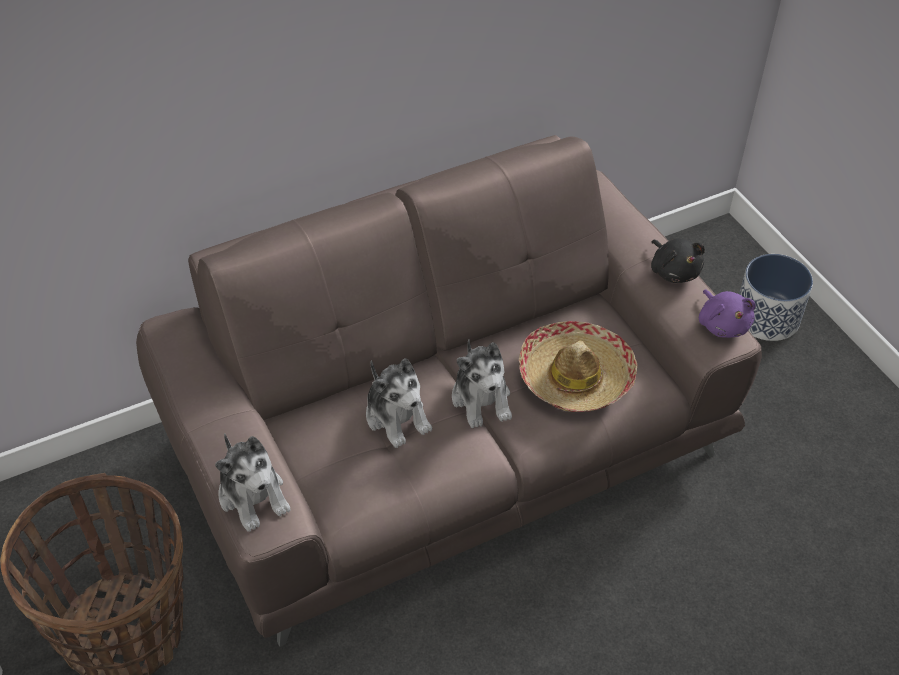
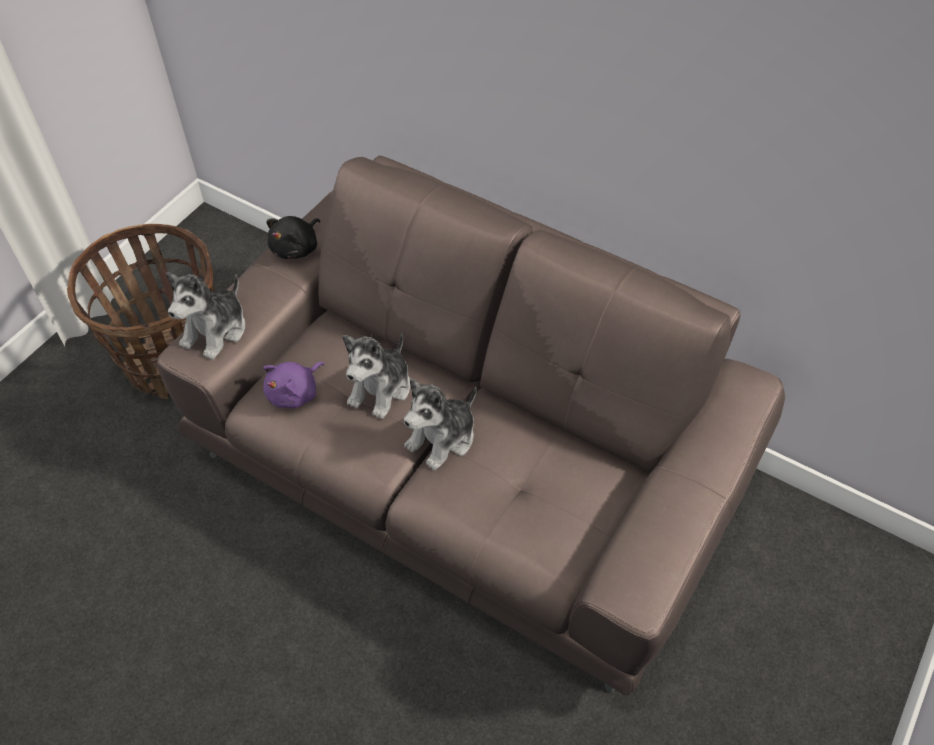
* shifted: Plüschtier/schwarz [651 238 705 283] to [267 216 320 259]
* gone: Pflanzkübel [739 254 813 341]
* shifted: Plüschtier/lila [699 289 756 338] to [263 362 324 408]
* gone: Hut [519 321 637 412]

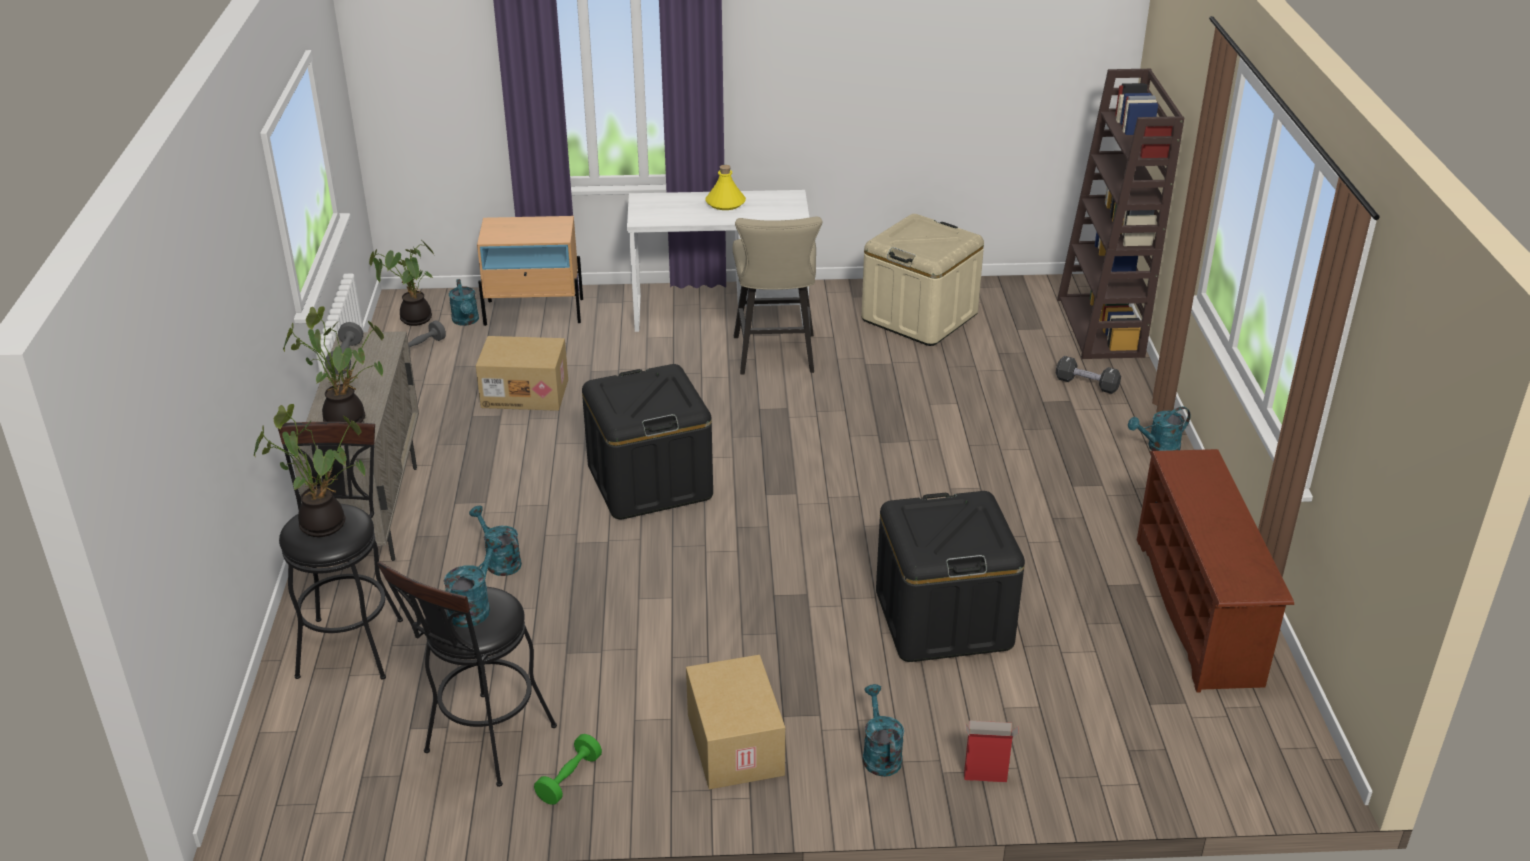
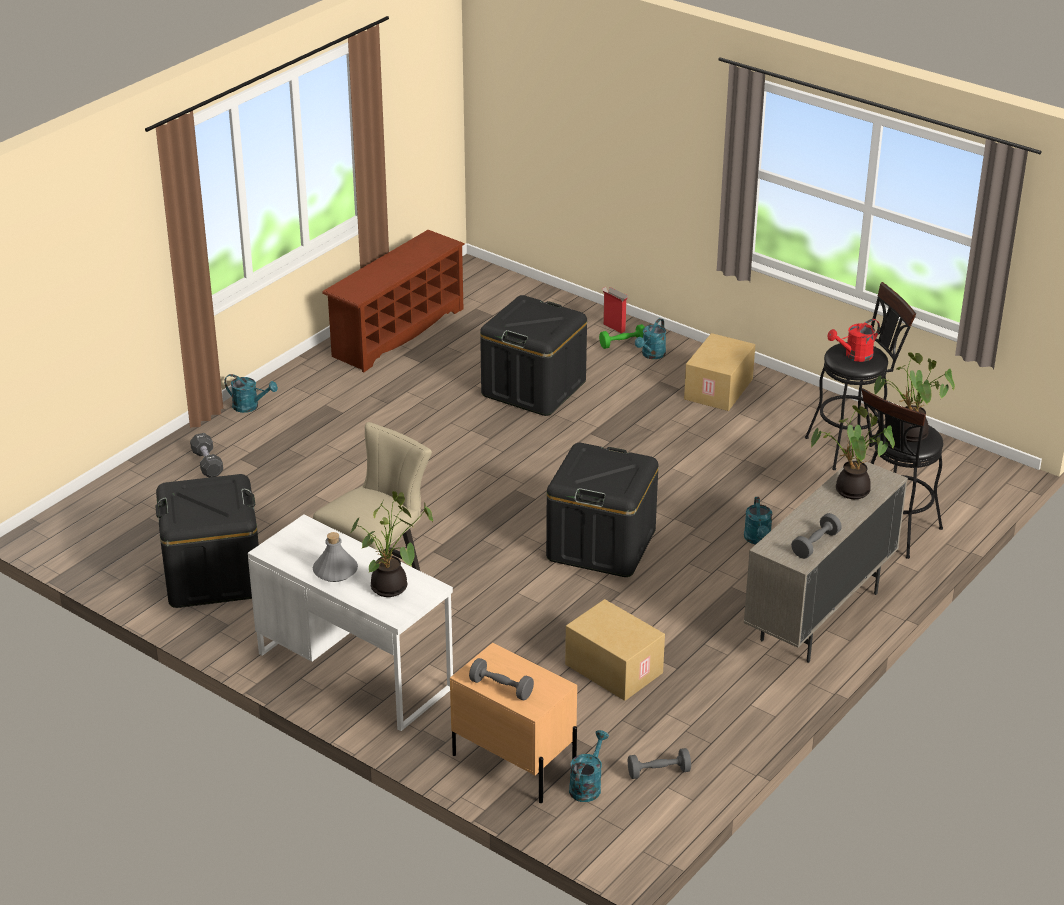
* gone: Bücherregal/braun [1057 69 1184 359]
* repainted: Flasche/gelb [705 165 746 210] to Flasche/grau [313 532 358 582]
* repainted: Aufbewahrungsbox/beige [862 214 984 346] to Aufbewahrungsbox/schwarz [156 474 259 608]
* shifted: Topfpflanze [369 240 434 326] to [350 491 433 597]
* repainted: Gießkanne/türkis [444 536 502 627] to Gießkanne/rot [827 319 880 362]
* shifted: Hantel/grün [534 734 602 805] to [599 324 645 349]
* new: Hantel/grau [469 658 534 700]

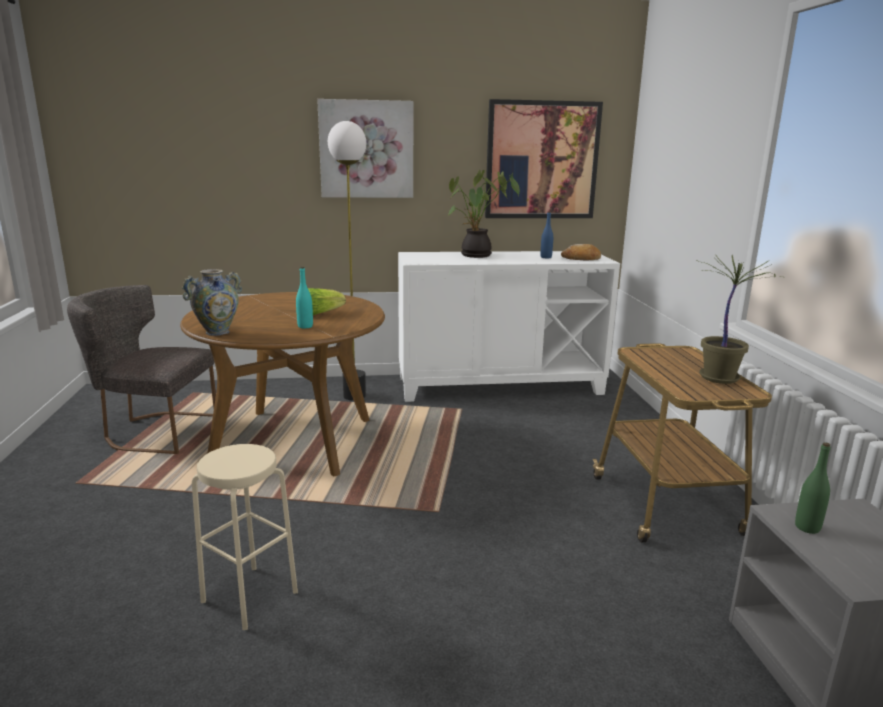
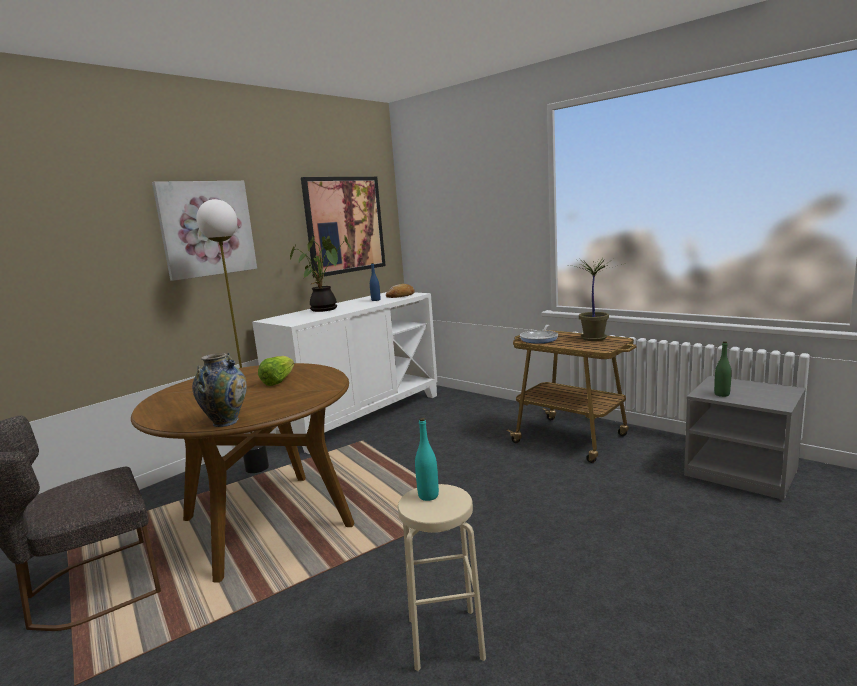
* shifted: Flasche/türkis [296 267 313 328] to [415 418 439 501]
* new: Pfanne [520 325 558 344]

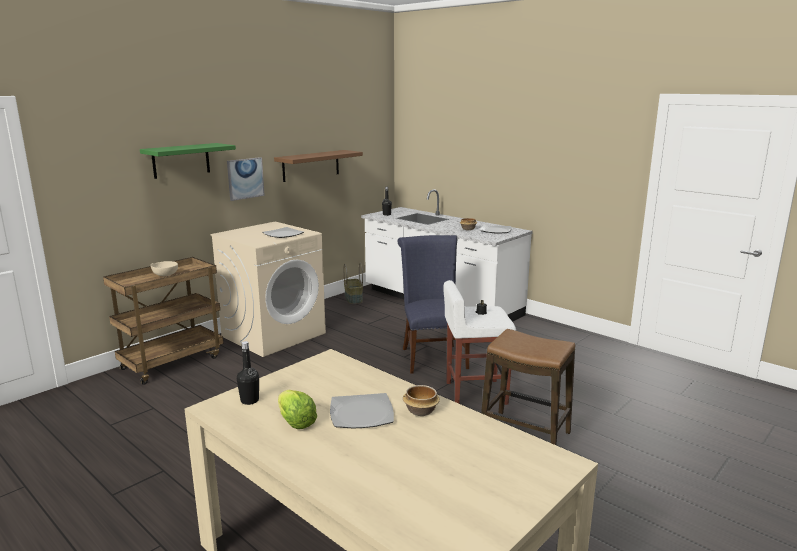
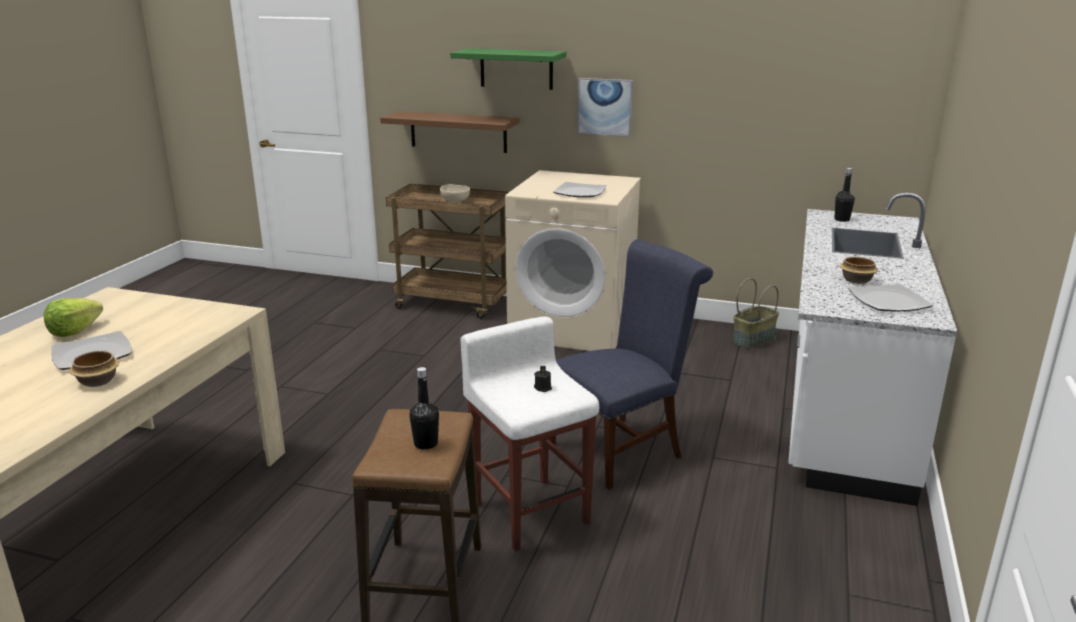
* shifted: Wandregal/braun [274 150 363 182] to [380 111 519 153]
* shifted: Flasche/schwarz [237 341 259 405] to [409 367 439 450]

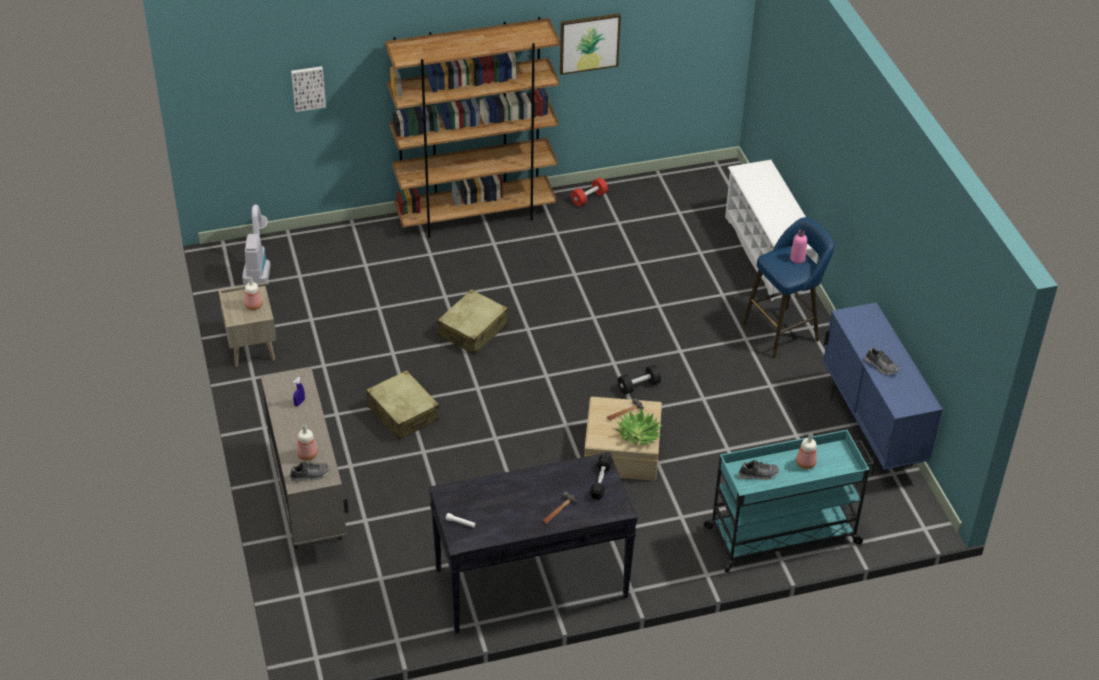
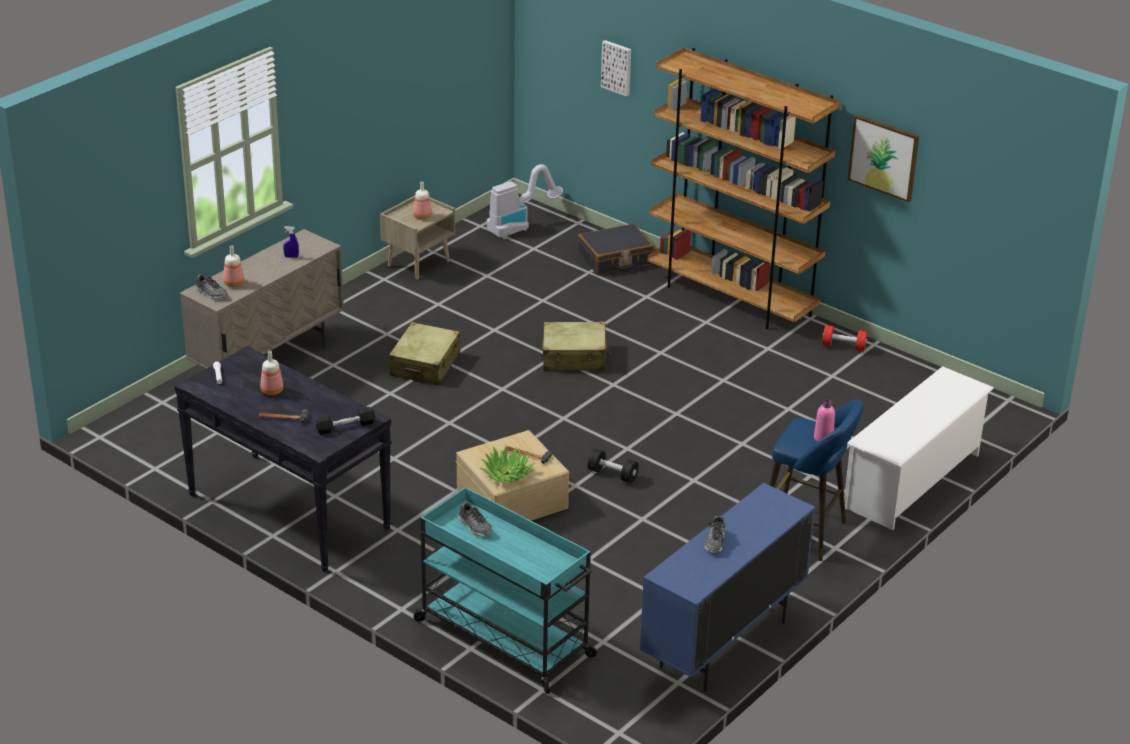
* shifted: Flasche [796 433 817 469] to [260 351 284 395]
* new: Koffer/schwarz [578 224 654 274]

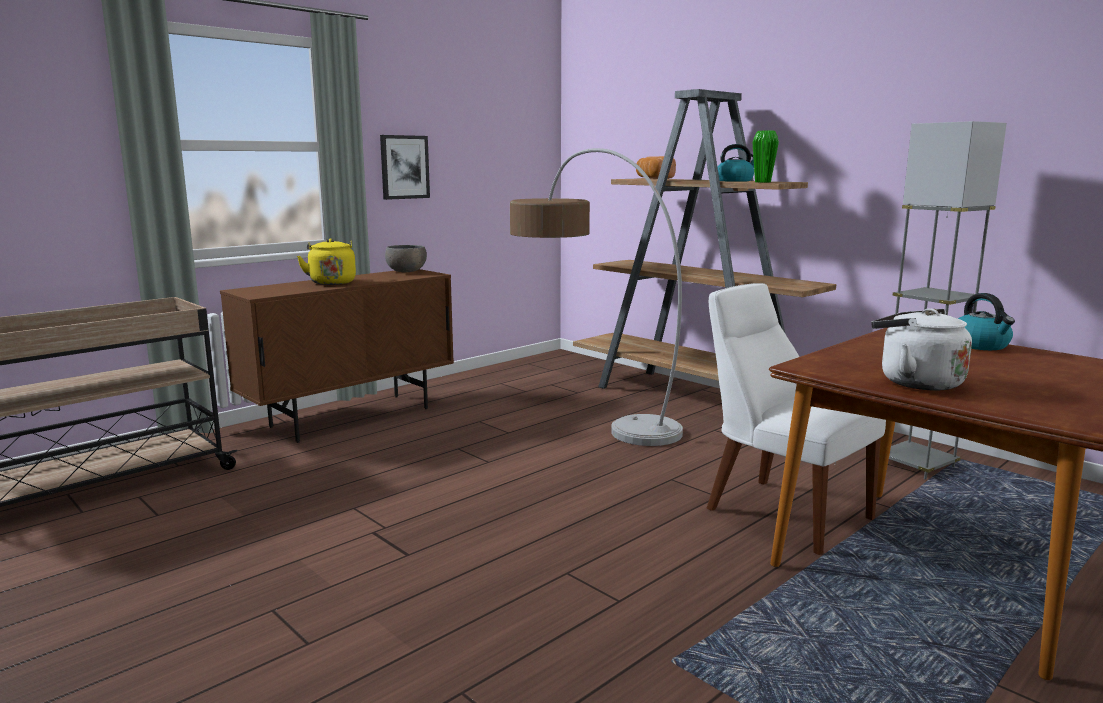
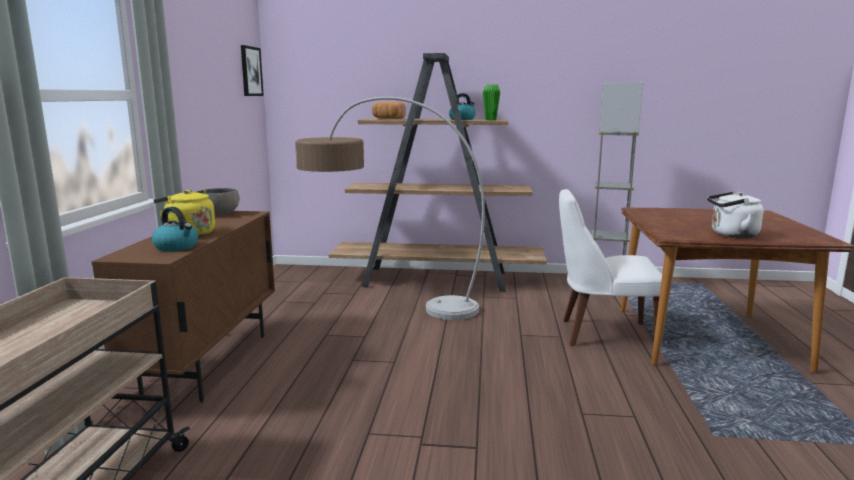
* shifted: Bild [380 135 430 200] to [241 45 264 96]
* shifted: Wasserkessel [958 293 1015 350] to [152 207 198 251]

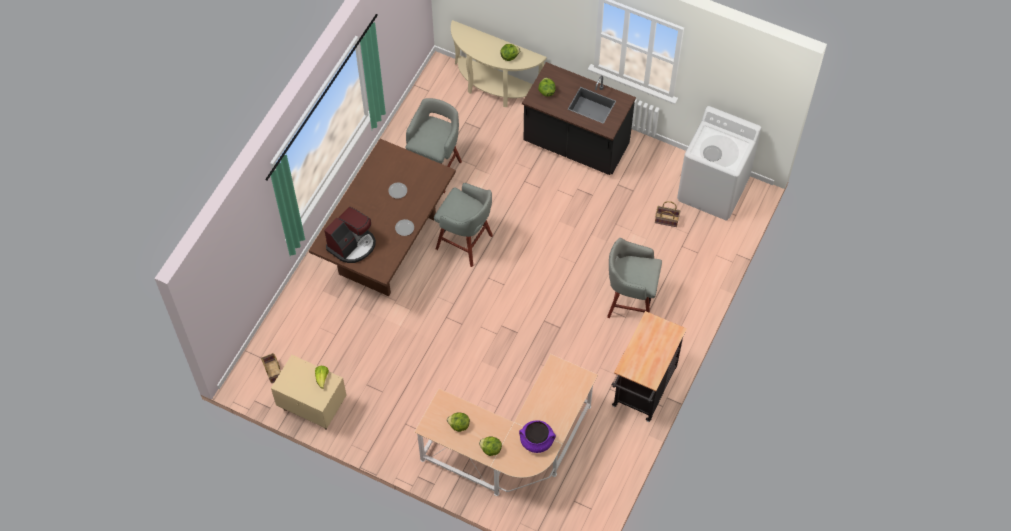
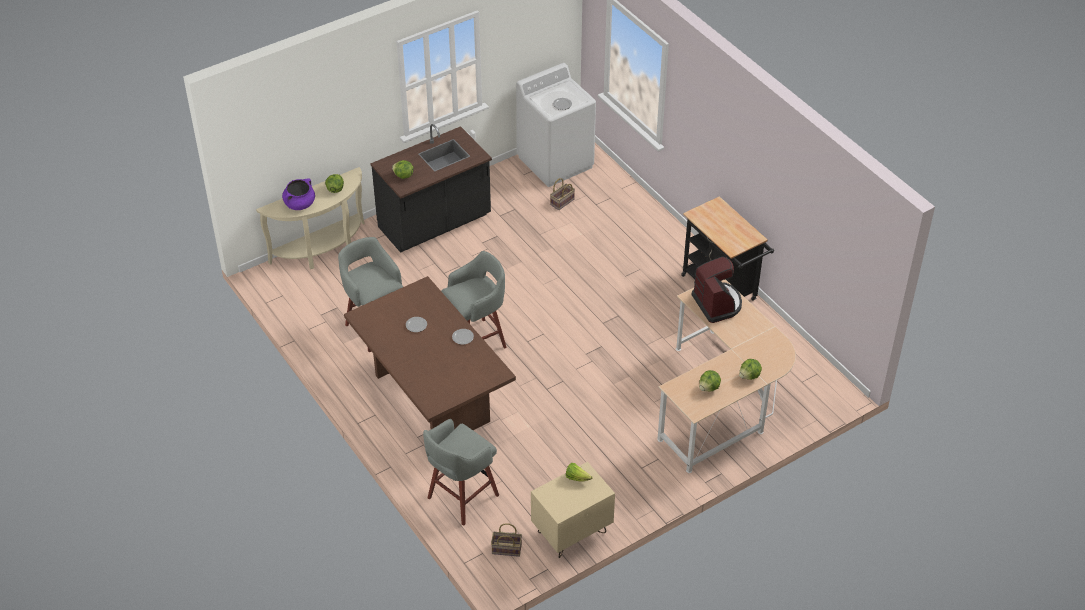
* shifted: Kaffeemaschine [324 207 376 263] to [692 256 742 323]
* shifted: Hocker/grau [607 238 662 318] to [423 419 499 526]
* shifted: Kochtopf/lila [519 420 556 453] to [282 178 315 210]

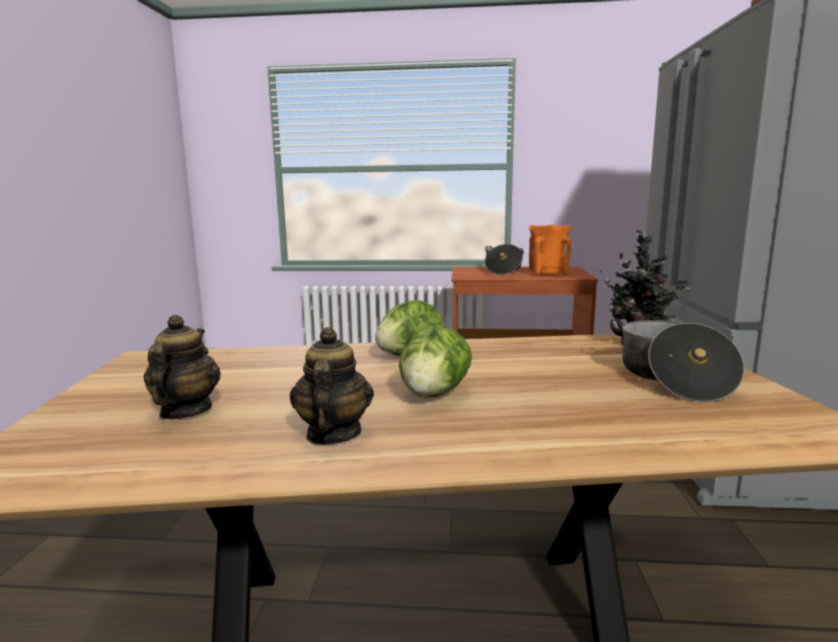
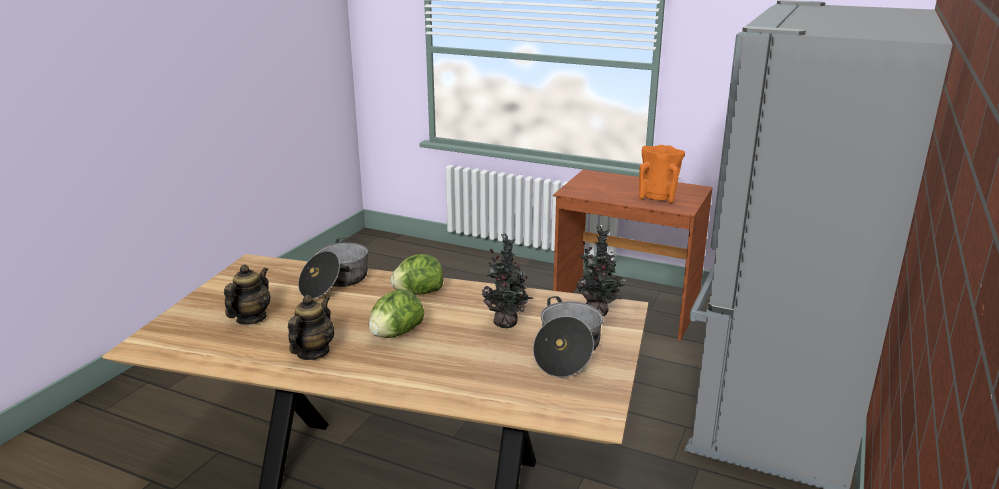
* shifted: Kochtopf [485 244 524 274] to [298 238 368 299]
* new: Topfpflanze [482 233 533 328]

